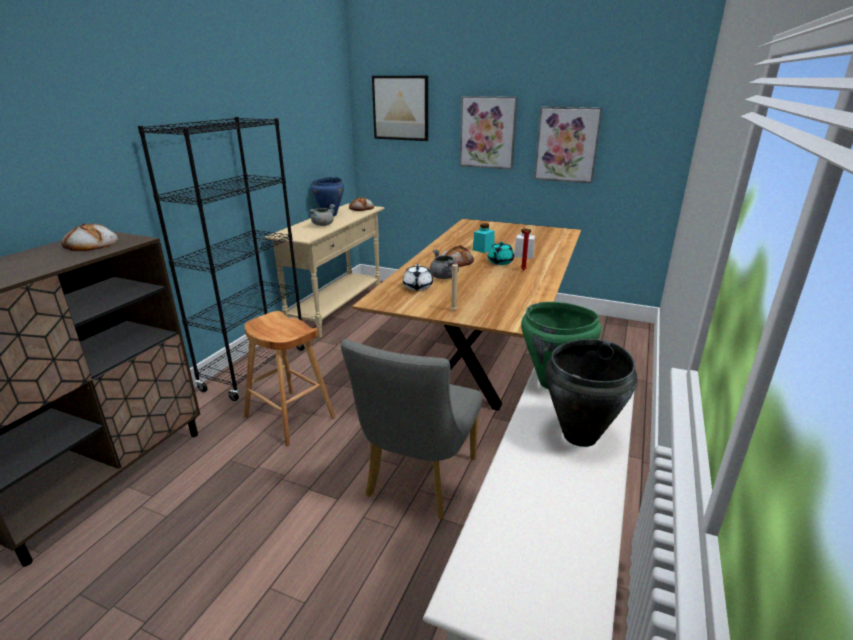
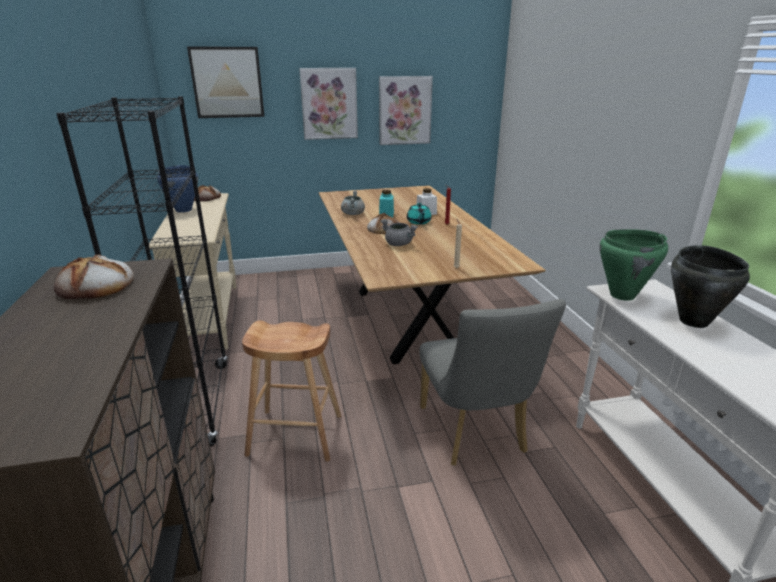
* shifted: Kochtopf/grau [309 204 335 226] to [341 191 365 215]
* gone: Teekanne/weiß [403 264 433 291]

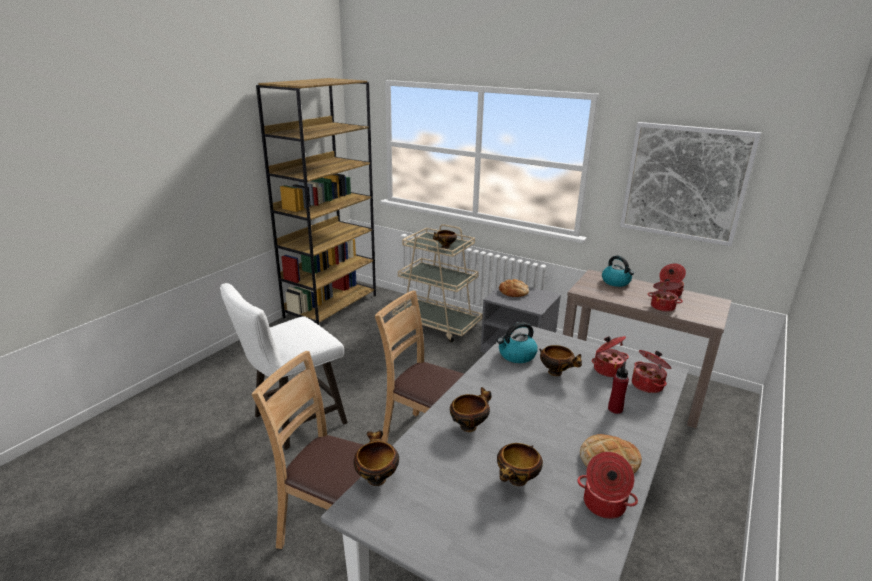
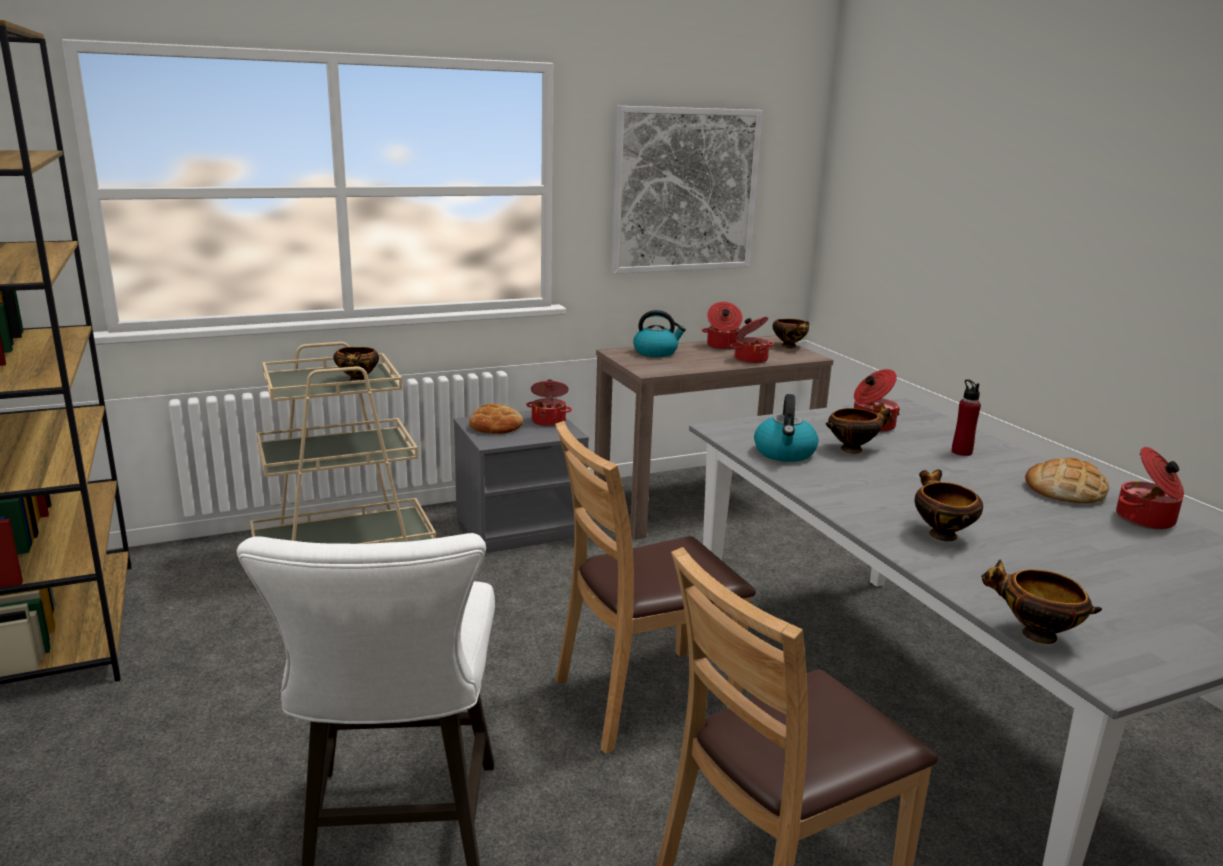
* shifted: Kochtopf [632 350 671 393] to [526 380 572 427]
* shifted: Schüssel [497 443 543 486] to [773 319 809 348]

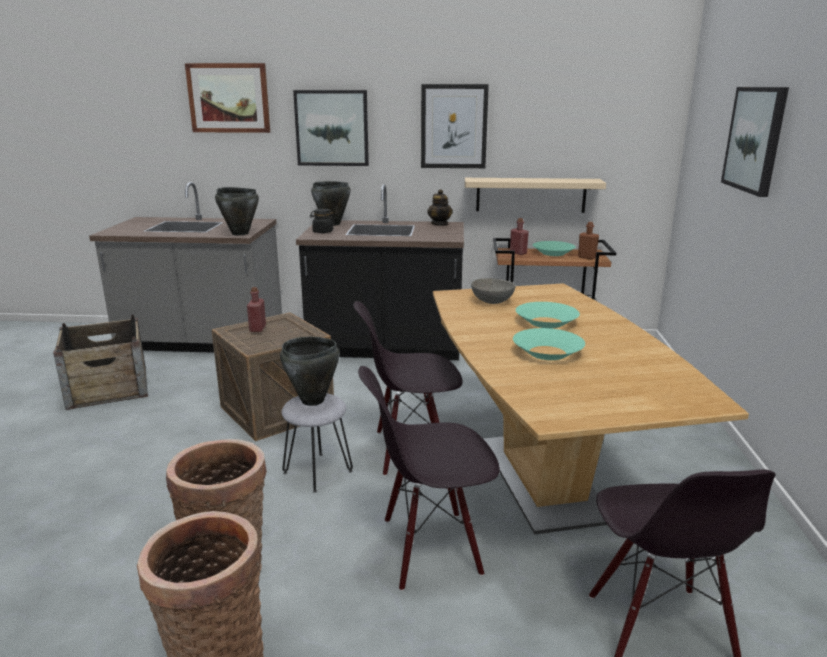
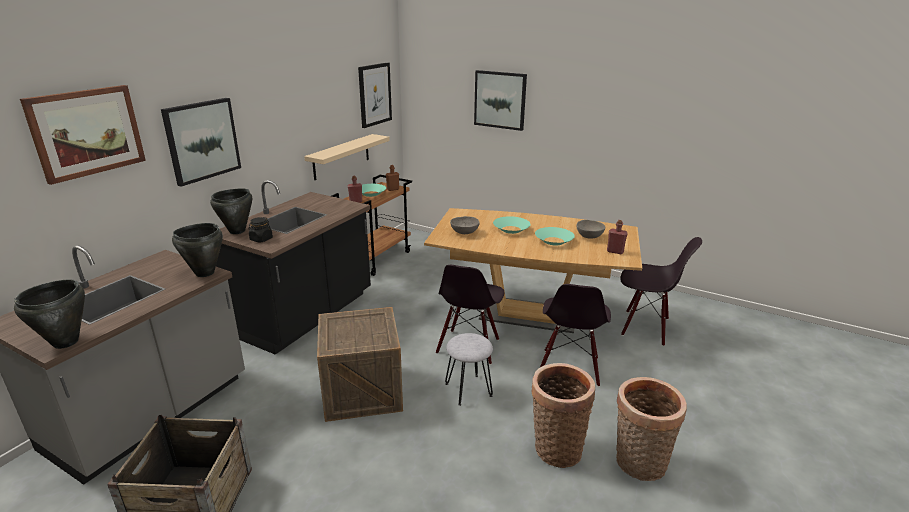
* shifted: Bild [421 84 489 168] to [358 62 392 128]
* gone: Teekanne [427 189 453 226]
* shifted: Flasche/rot [247 287 266 332] to [607 220 628 254]
* shifted: Kochtopf/schwarz [280 337 340 406] to [14 279 85 349]
* new: Schüssel/grau [576 220 605 239]

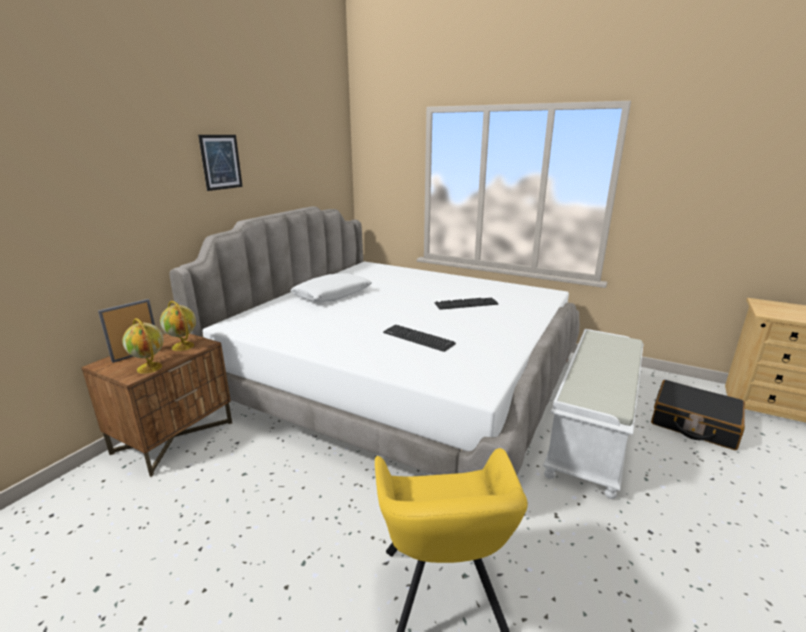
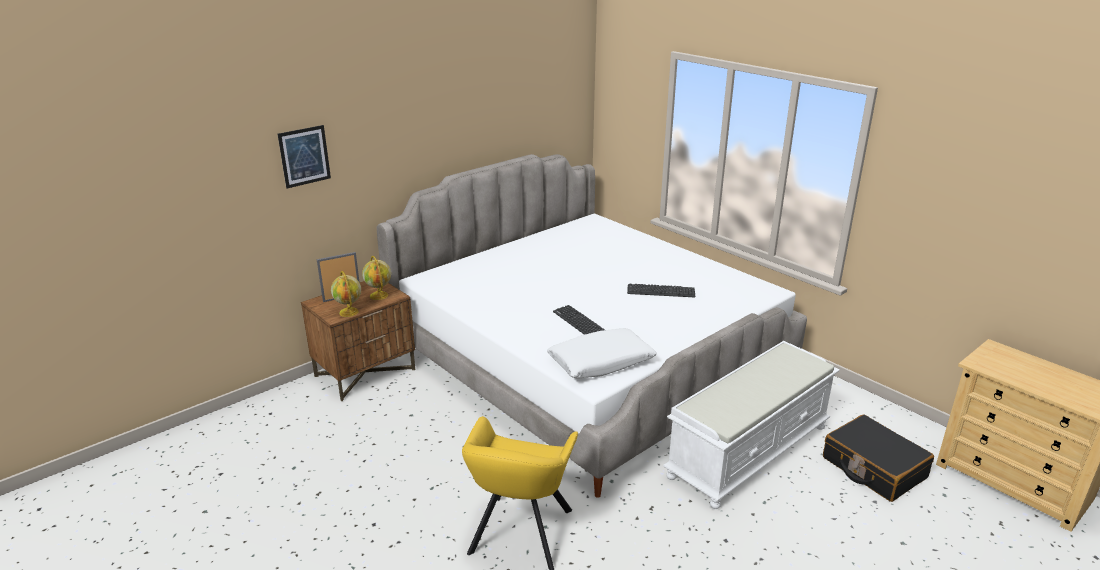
* shifted: Bild [198 135 243 191] to [278 125 331 188]
* shifted: Kissen/weiß [291 273 372 302] to [547 328 657 378]

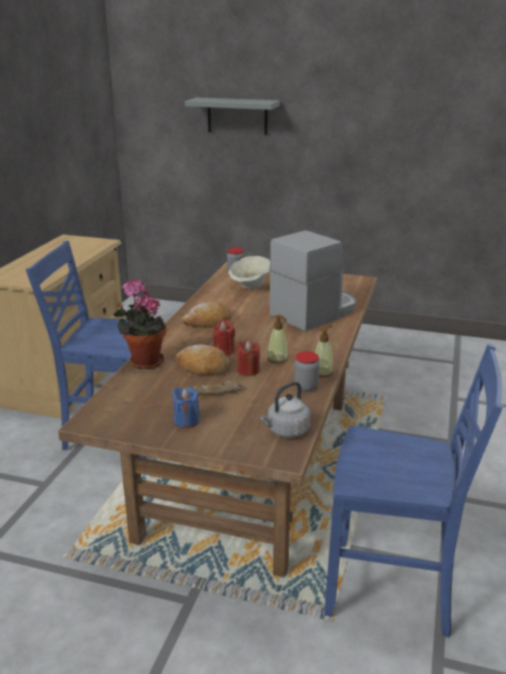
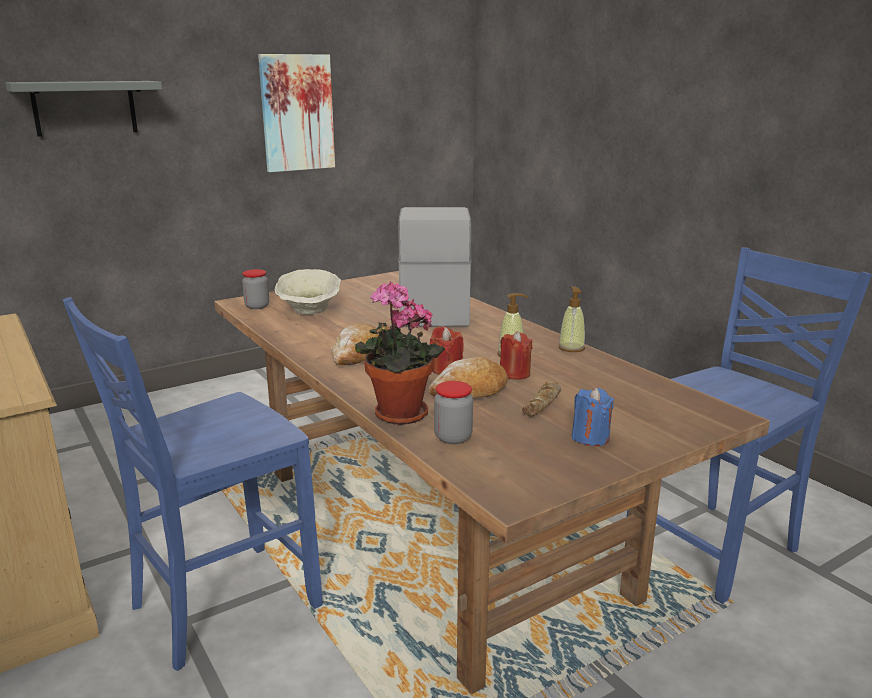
* shifted: Vorratsglas [294 351 319 392] to [434 381 473 444]
* gone: Wasserkessel/grau [260 382 310 438]
* new: Bild [258 54 335 172]

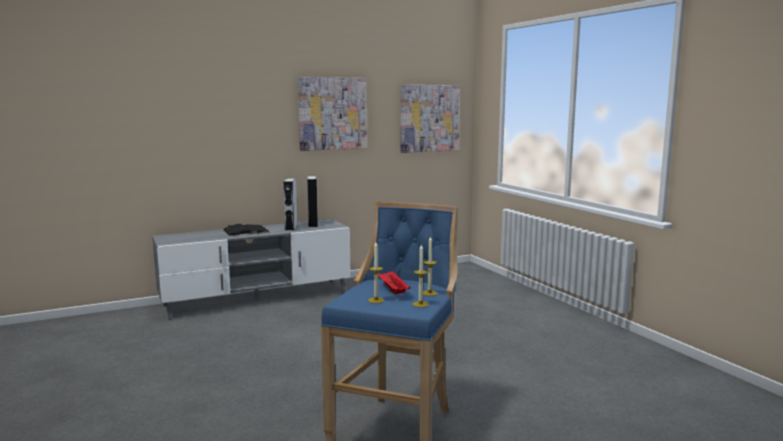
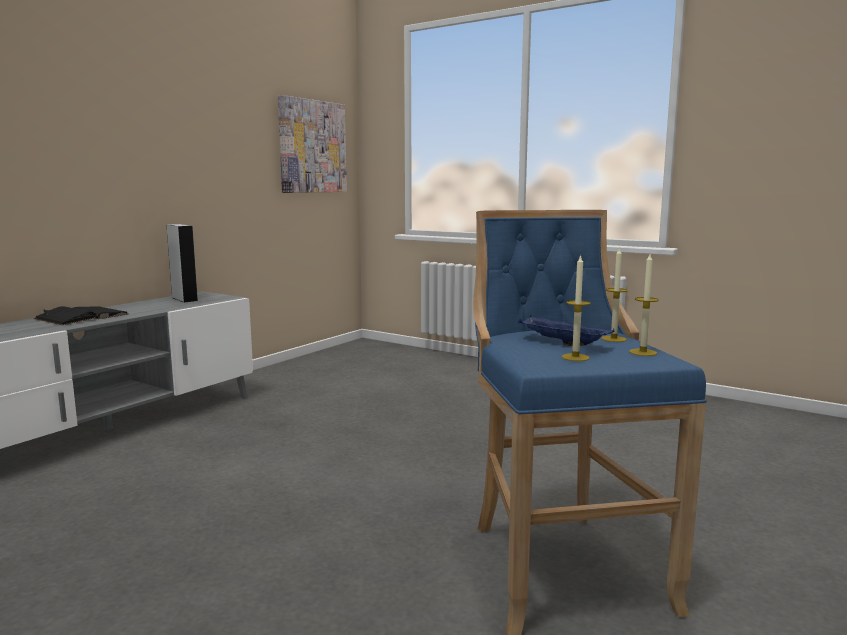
* gone: Bild [298 77 367 151]
* gone: Lautsprecher/grau [283 178 297 231]
* repainted: Tablett/rot [378 270 411 294] to Tablett/blau [518 316 615 346]

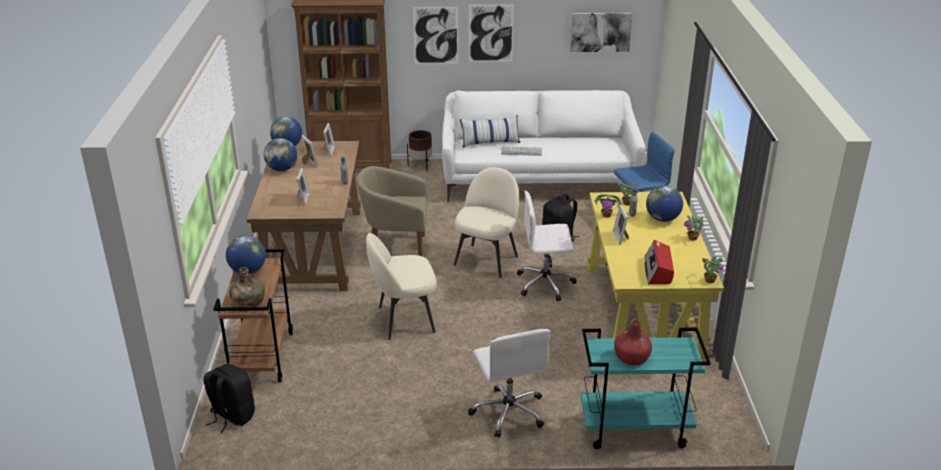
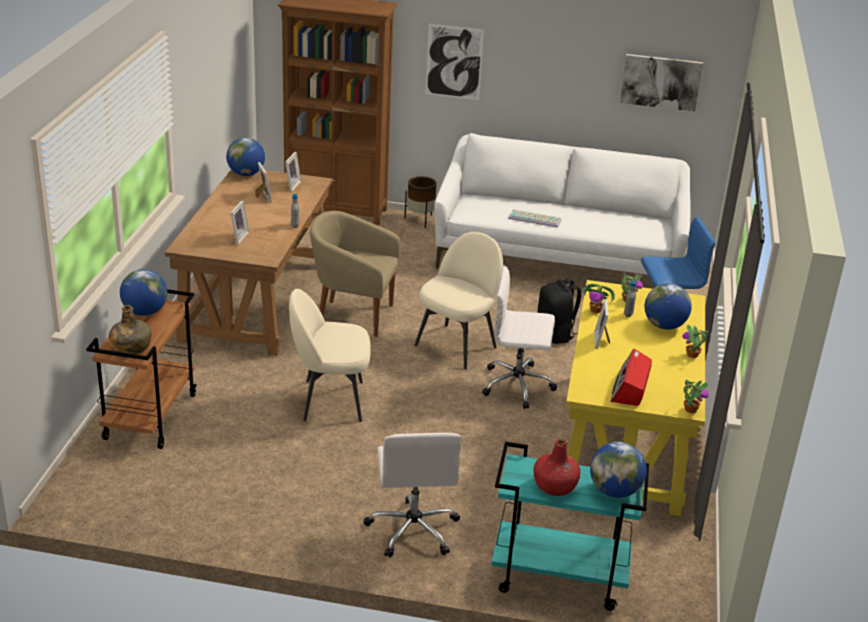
* gone: Bild [469 4 514 62]
* gone: Kissen [460 115 520 148]
* shifted: Globus [264 138 297 171] to [590 442 647 498]
* gone: Rucksack/schwarz [204 364 255 434]

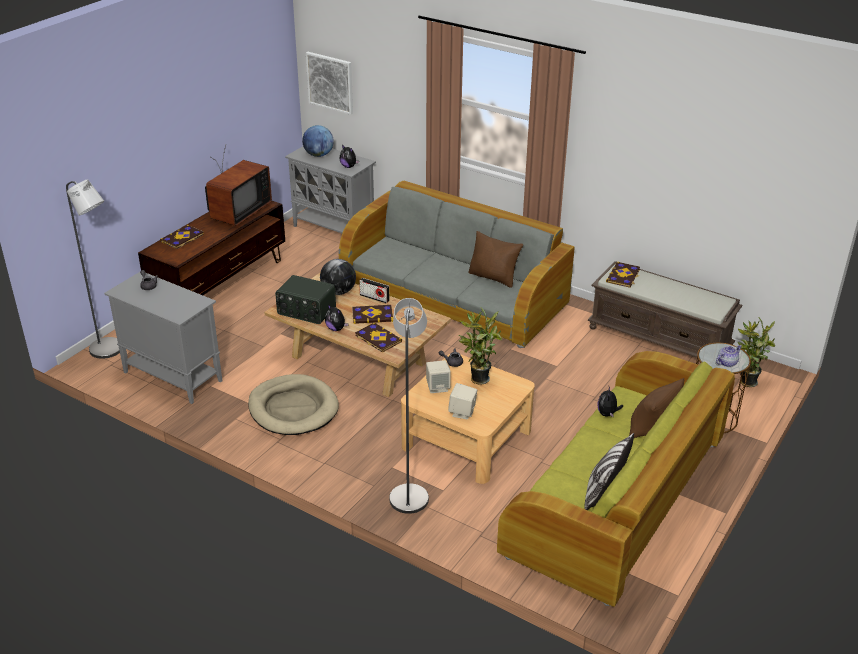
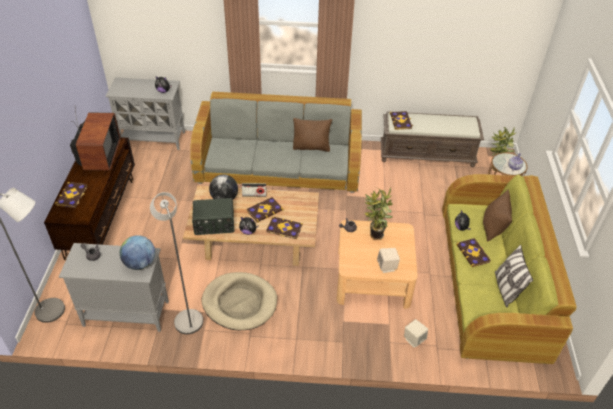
* gone: Bild [306 52 353 115]
* shifted: Globus [302 125 334 157] to [120 235 155 270]
* shifted: Stehlampe/grau [389 298 429 514] to [150 192 203 334]
* shifted: Lautsprecher/beige [426 360 451 393] to [404 319 428 347]
* new: Buch [456 238 491 267]

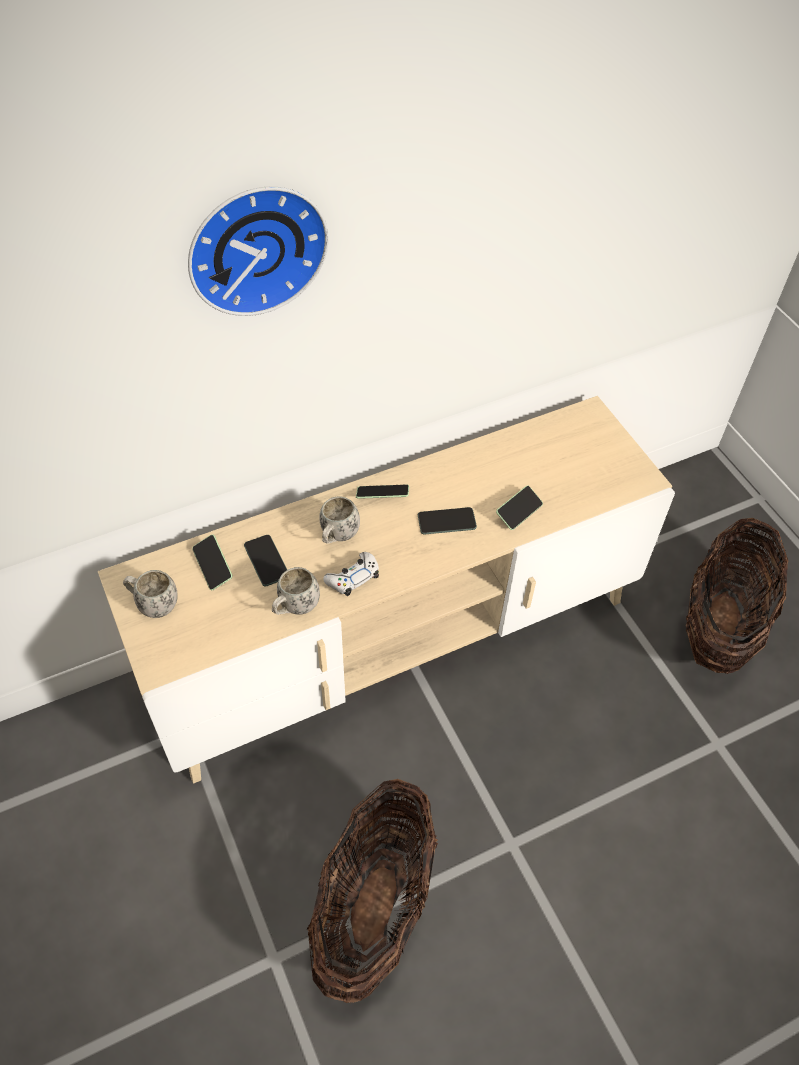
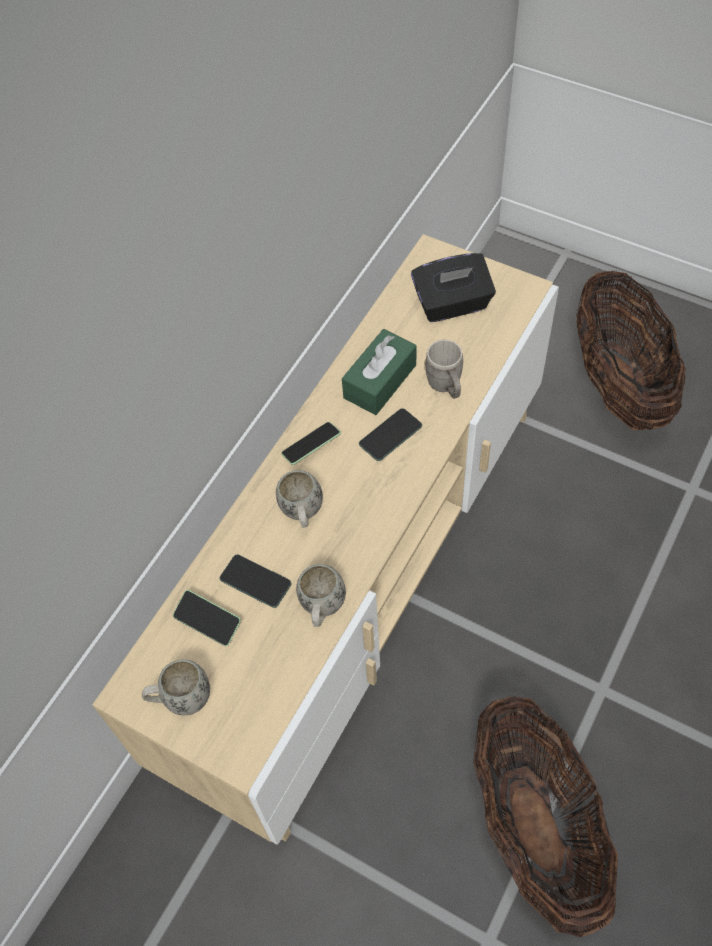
* gone: Wanduhr [188 186 328 316]
* swapped: Handy [496 485 543 530] to Henkelbecher/grau [424 339 463 399]
* gone: Gamepad/weiß [323 552 379 596]
* new: Taschentuchbox/schwarz [411 253 496 322]
* new: Taschentuchbox/grün [342 329 417 415]

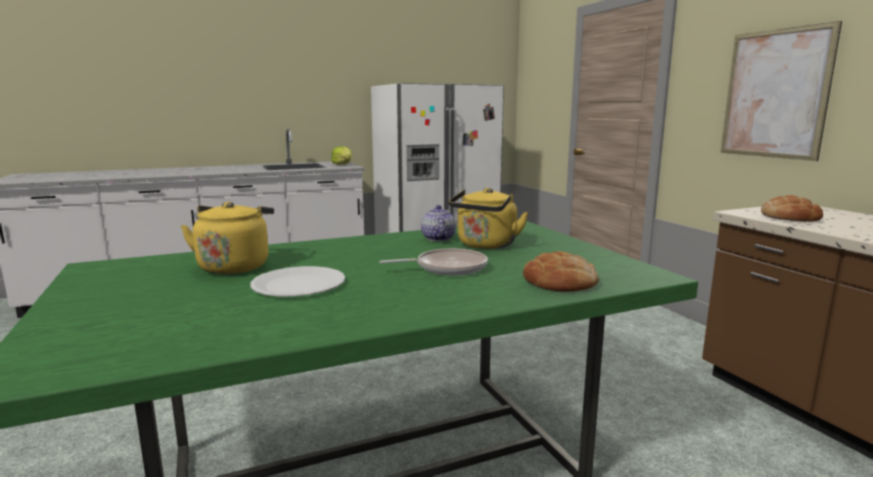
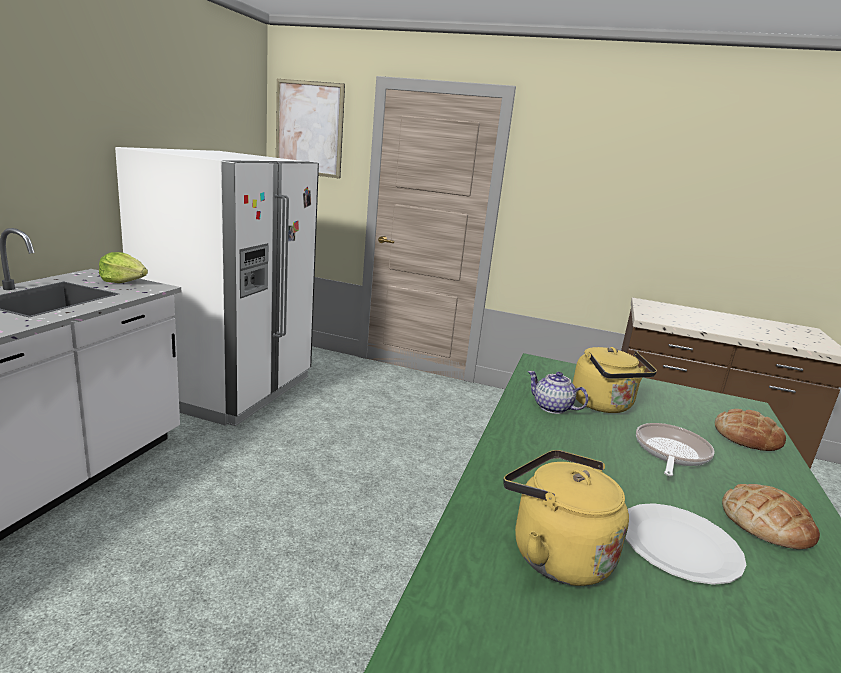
* shifted: Bild [720 21 842 161] to [276 79 345 179]
* shifted: Brot [761 195 823 222] to [722 484 820 549]

